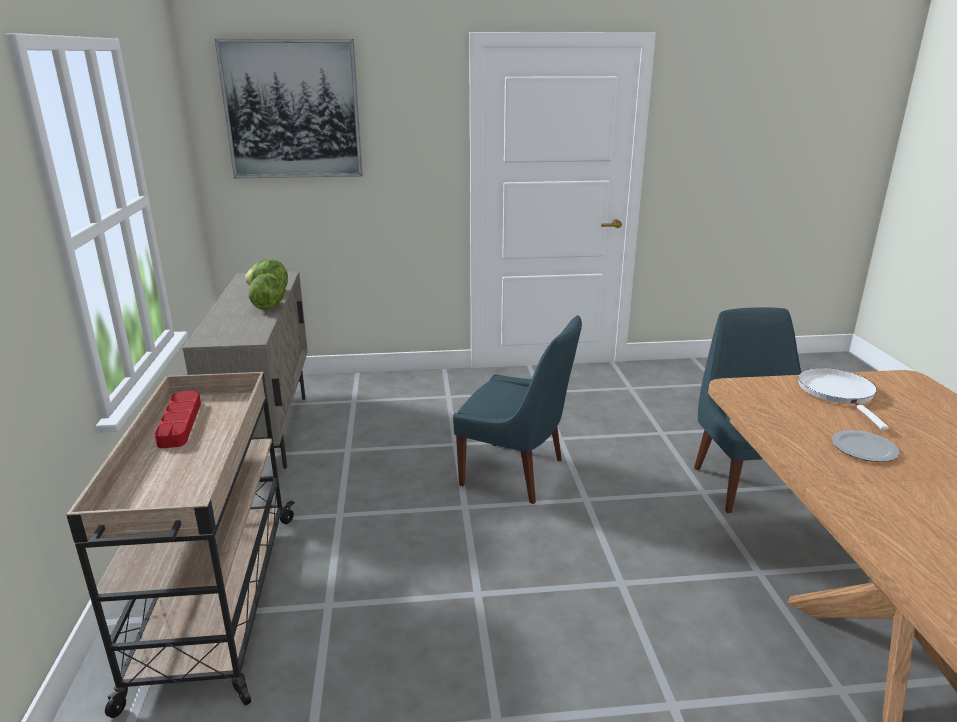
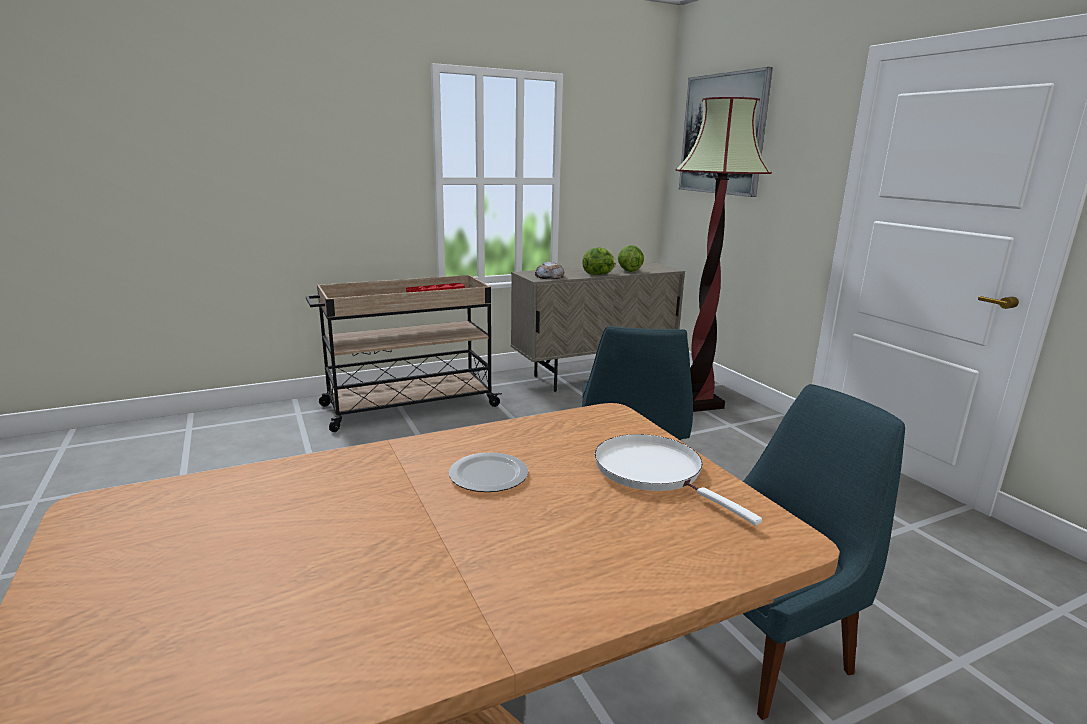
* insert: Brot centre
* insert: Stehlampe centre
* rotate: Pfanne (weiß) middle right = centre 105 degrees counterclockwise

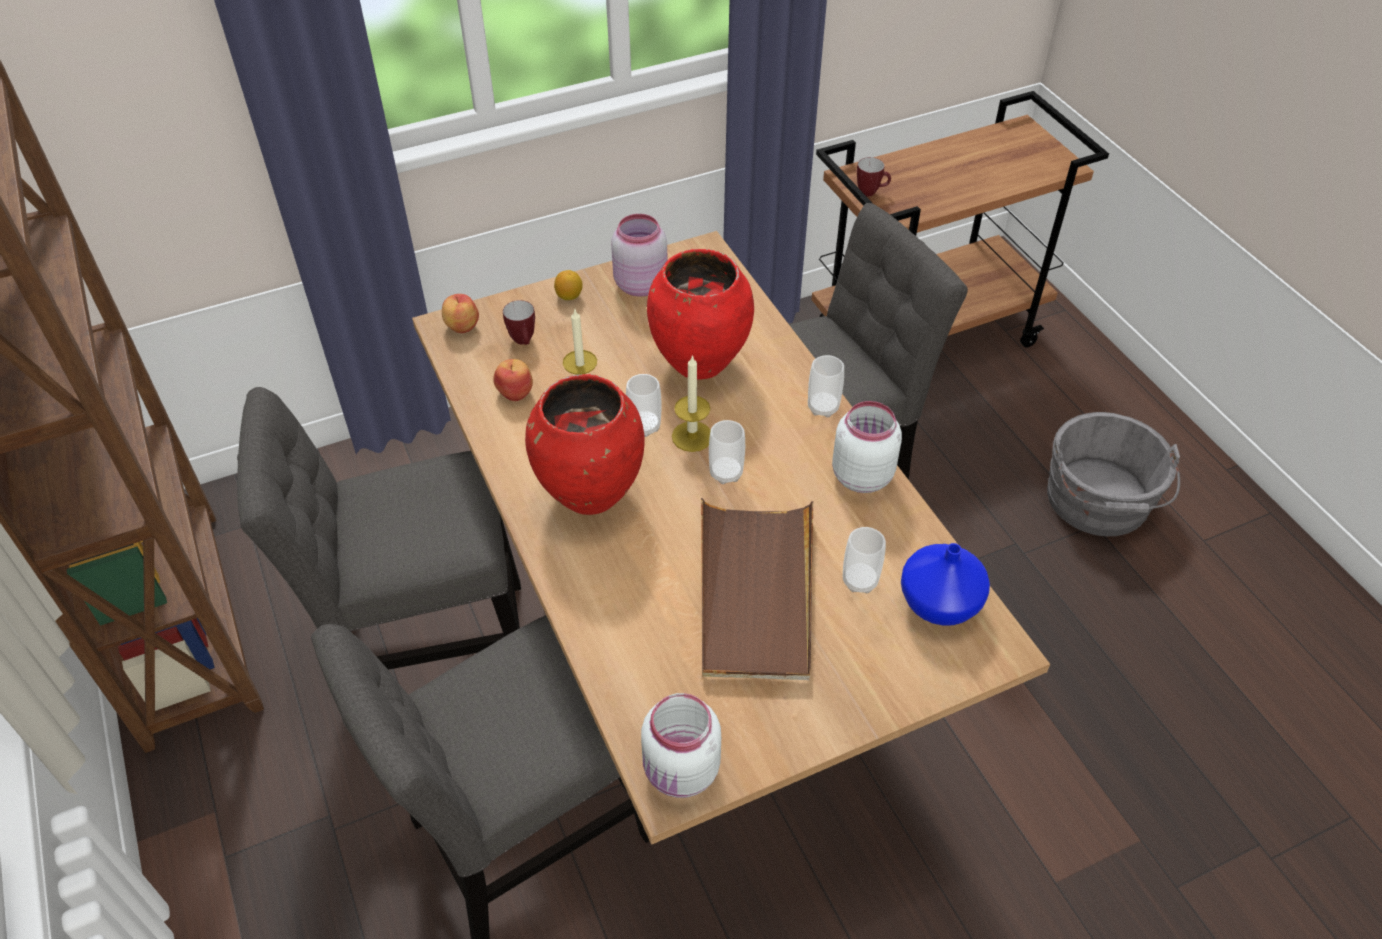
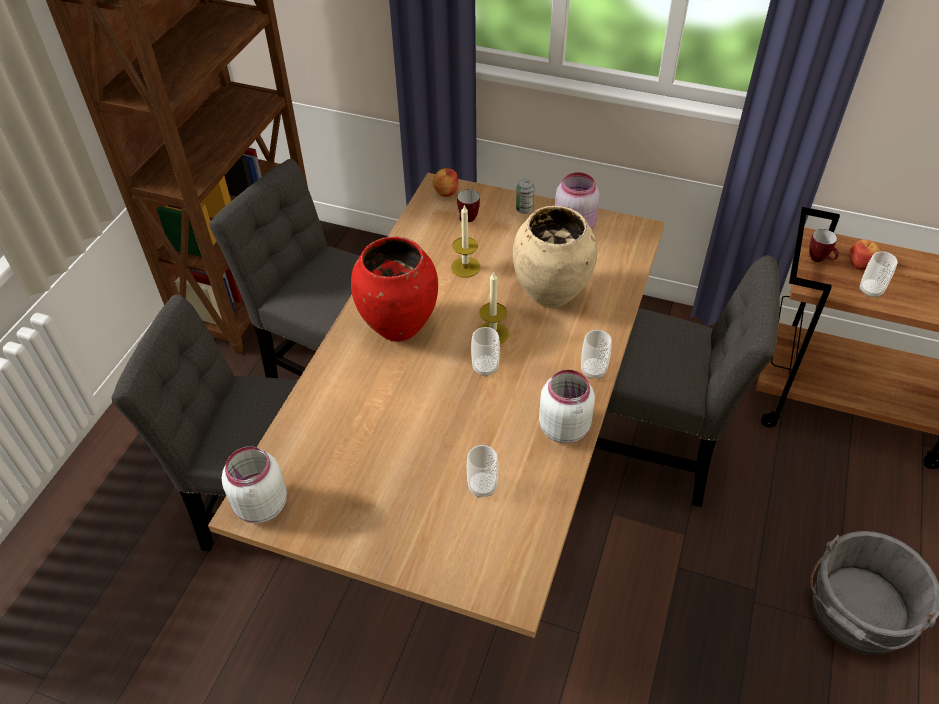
* delete: Tablett (braun) centre
* delete: Vase (blau) middle right
* move: Apfel (2nd from left) centre to middle right
* move: Tasse (1st from left in the first image) centre to Tasse (4th from left) middle right
* replace: Zitrone top centre to Dose top centre
* recolor: Vase (rot) (2nd from left) centre to Vase (beige) centre

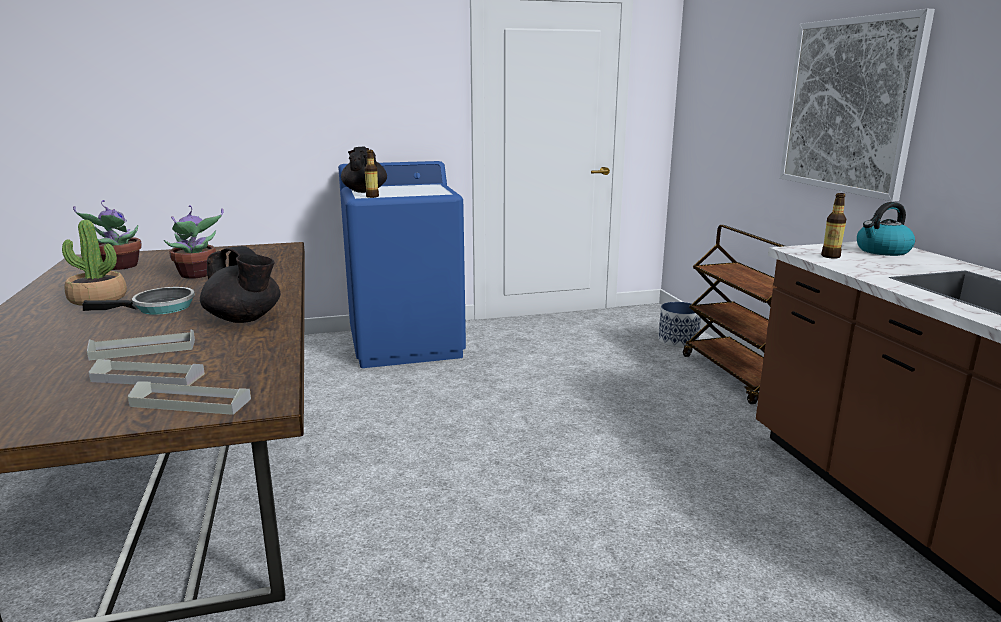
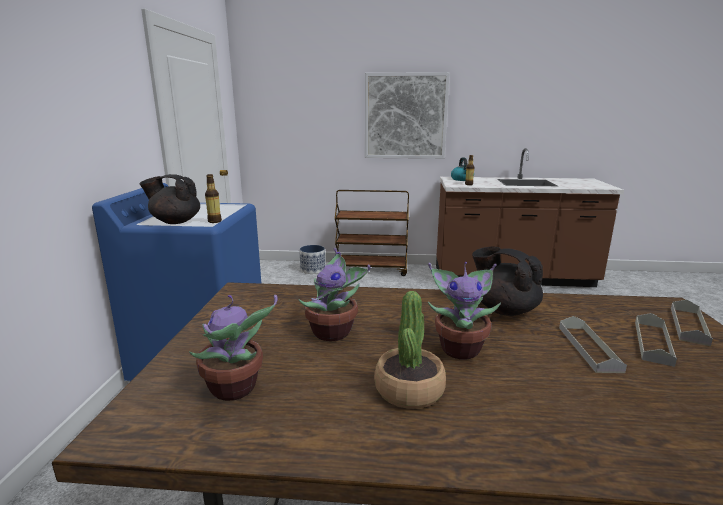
* replace: Pfanne middle left to Topfpflanze (4th from left) centre
* rotate: Teekanne (schwarz) (1st from left in the first image) middle left = middle right 105 degrees counterclockwise

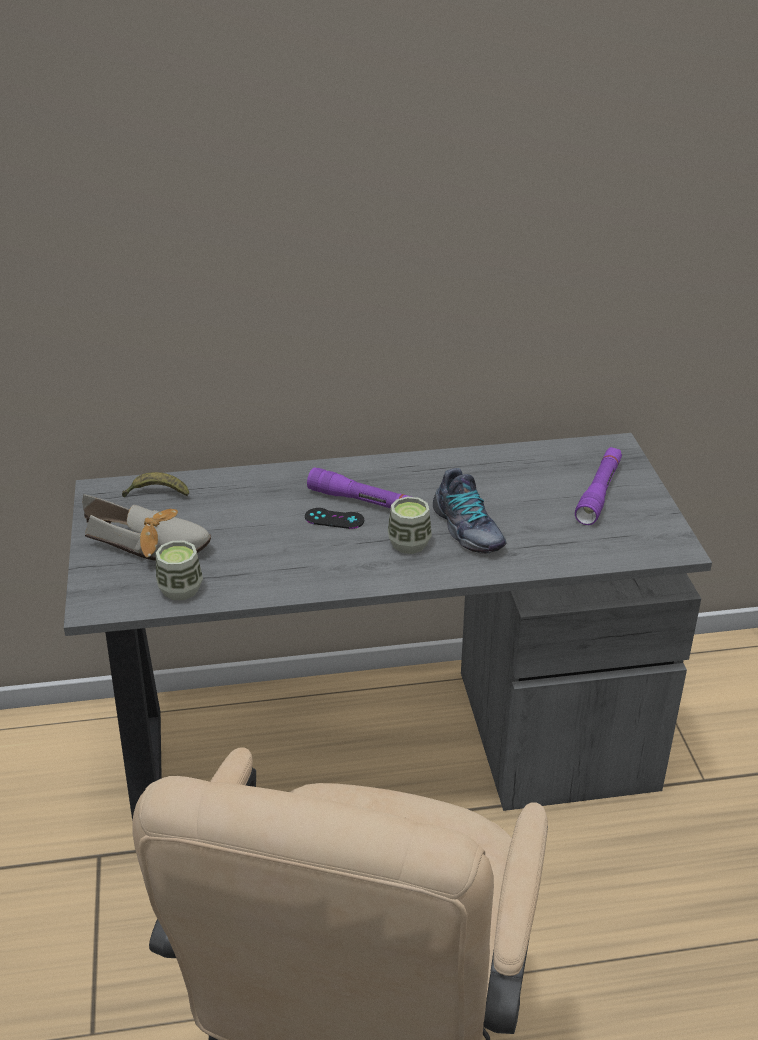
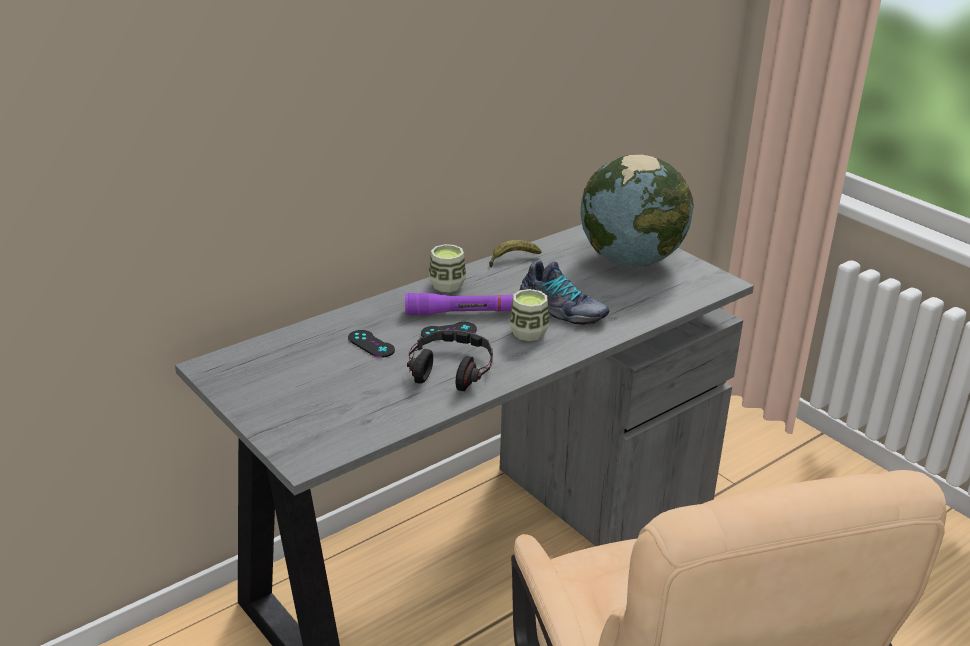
* delete: Schuh (1st from left) middle left
* insert: Gamepad (schwarz) (1st from left) centre
* insert: Kopfhörer centre
* move: Banane middle left to centre
* move: Tasse (1st from left) middle left to centre
* replace: Taschenlampe (lila) (2nd from left) middle right to Globus top centre

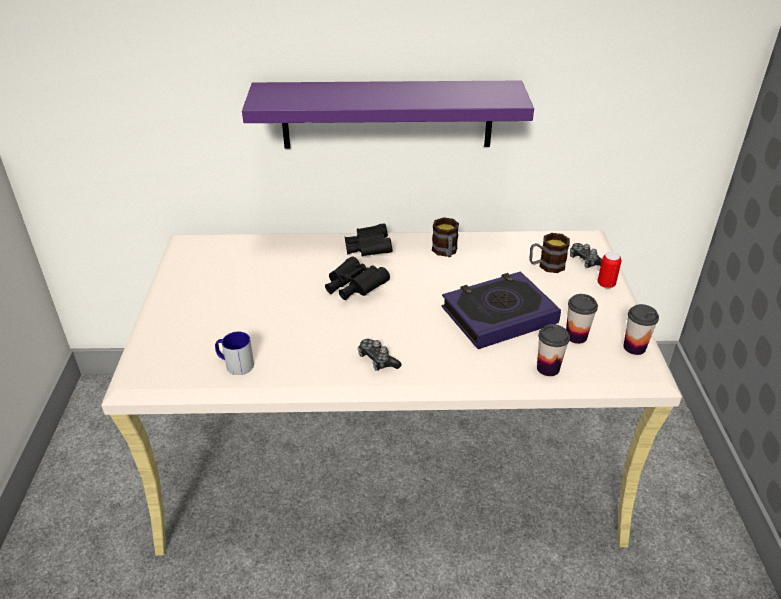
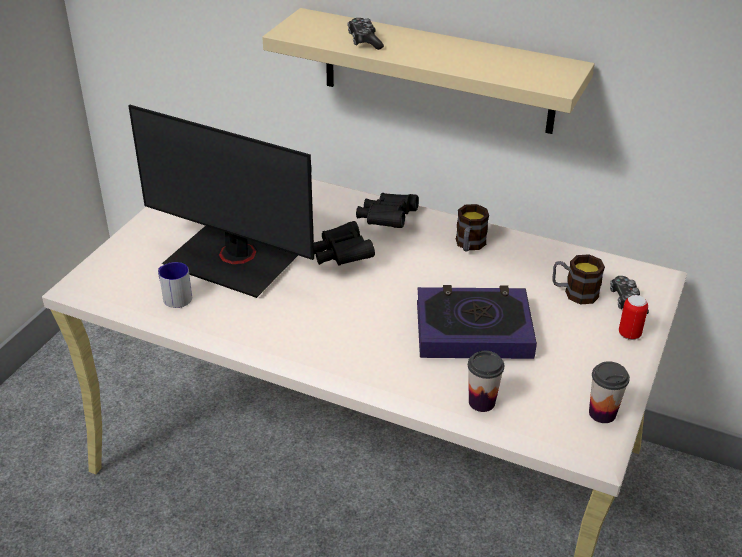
* delete: Tasse (2nd from left) middle right
* insert: Monitor middle left
* move: Gamepad (1st from left) centre to top centre
* recolor: Wandregal (lila) top centre to Wandregal (beige) top centre

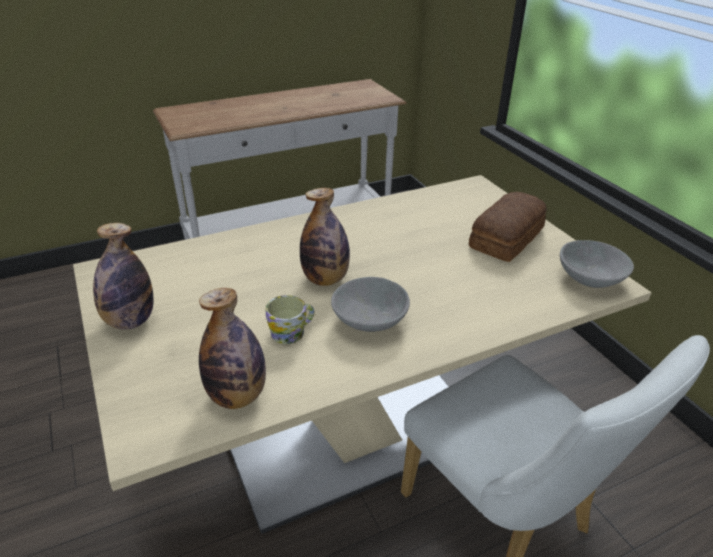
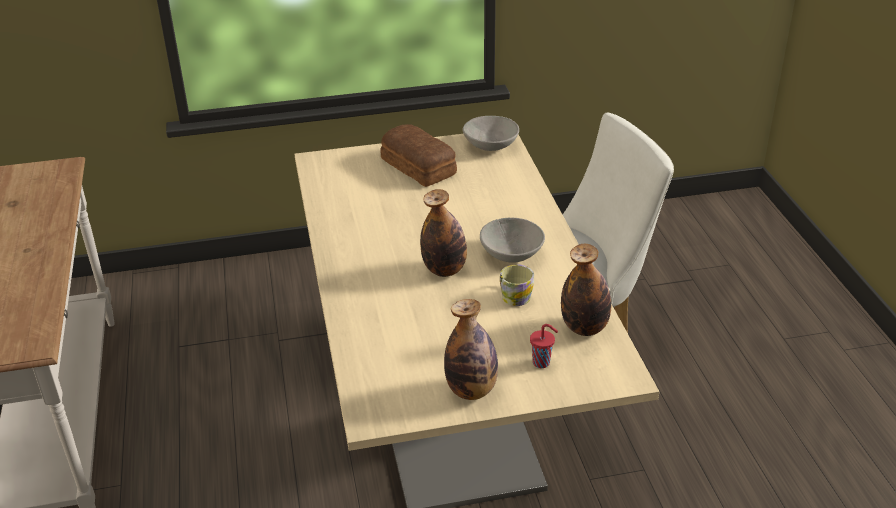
* insert: Tasse (rot) bottom centre

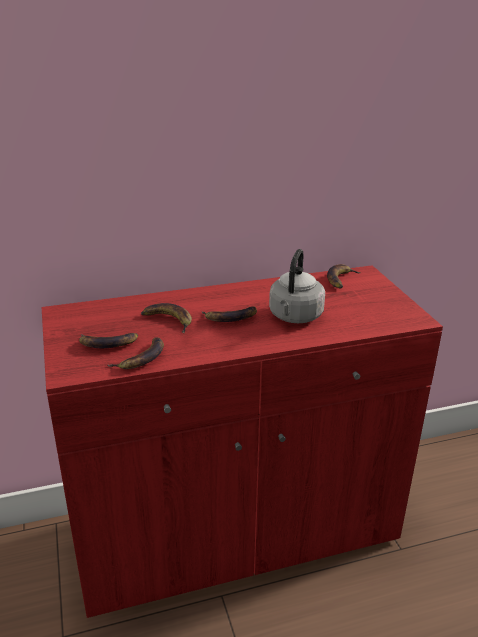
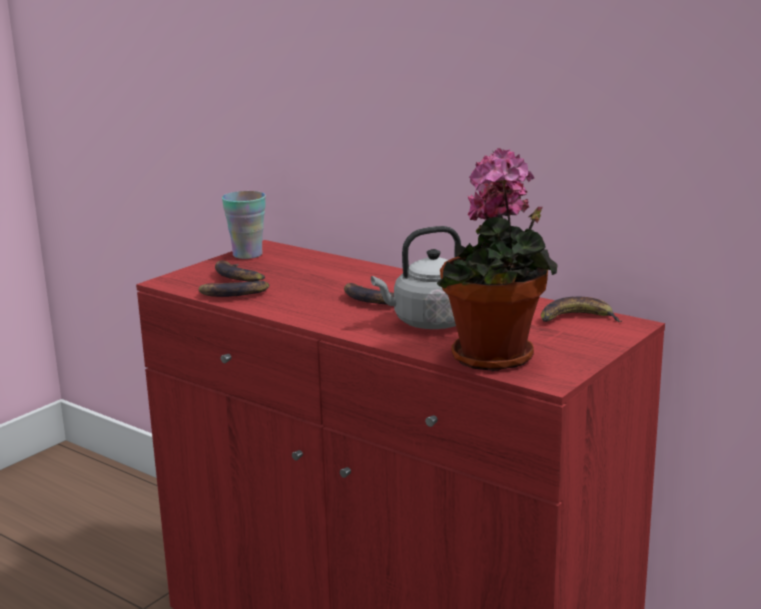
* delete: Banane (3rd from left) centre
* insert: Tasse middle left
* insert: Topfpflanze centre

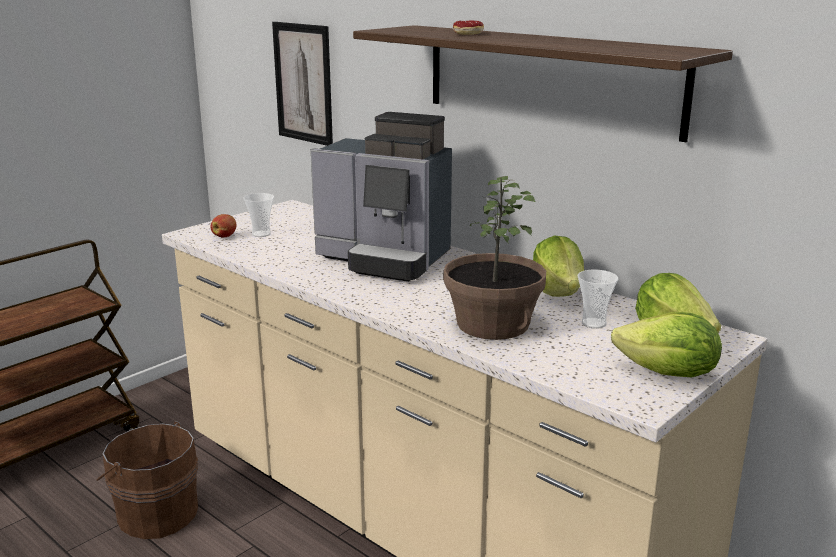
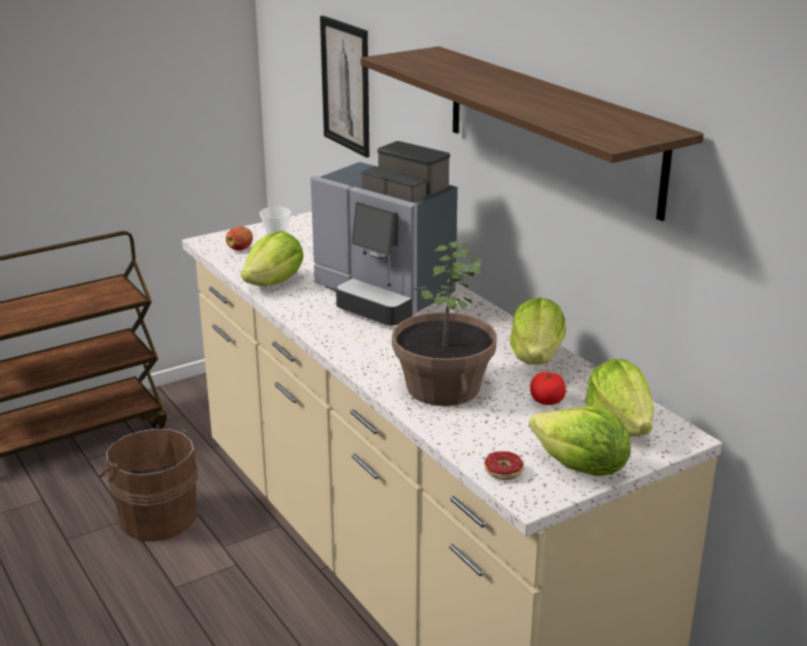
* insert: Salatkopf (1st from left) centre
* move: Donut top centre to bottom centre
* replace: Tasse (2nd from left) middle right to Tomate middle right

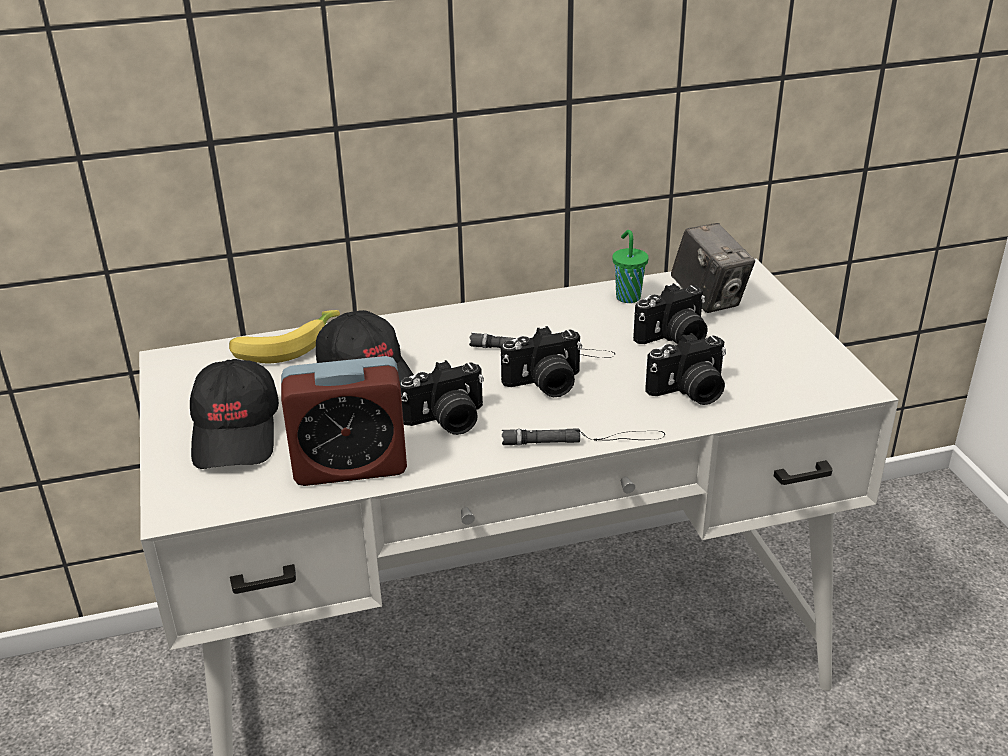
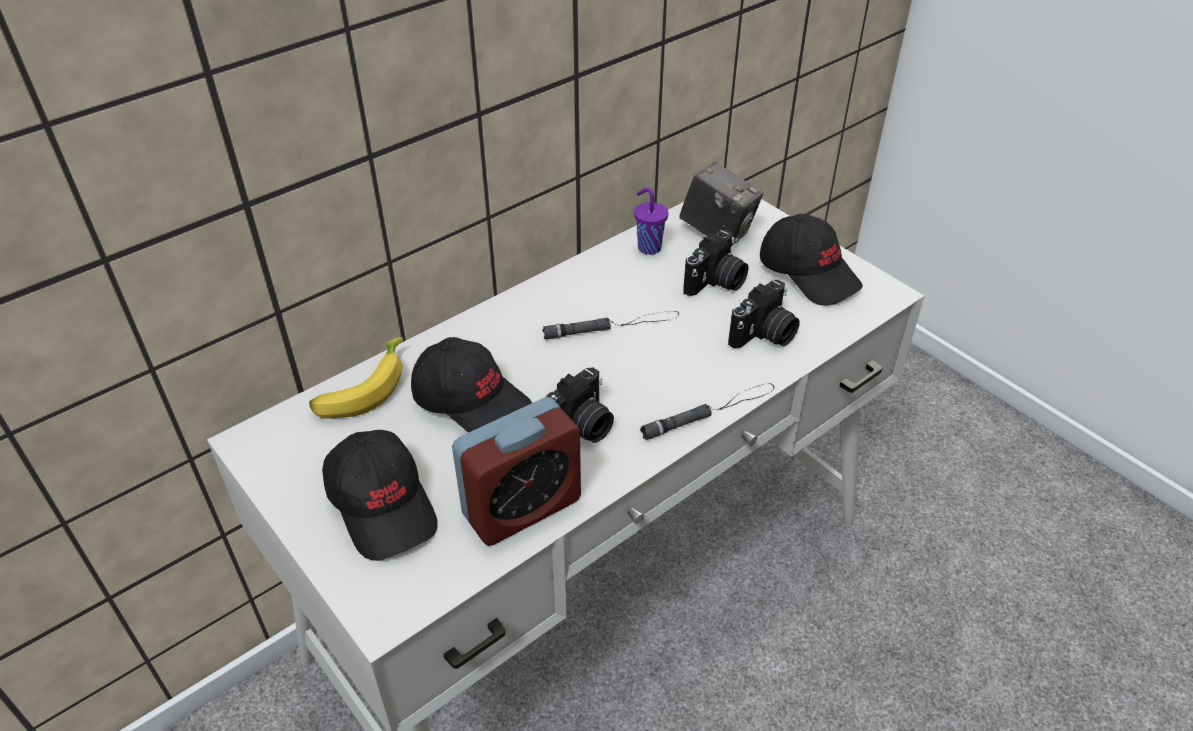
* delete: Kamera (2nd from left) centre
* insert: Kappe (schwarz) (3rd from left) middle right
* recolor: Tasse (grün) centre to Tasse (lila) top centre

